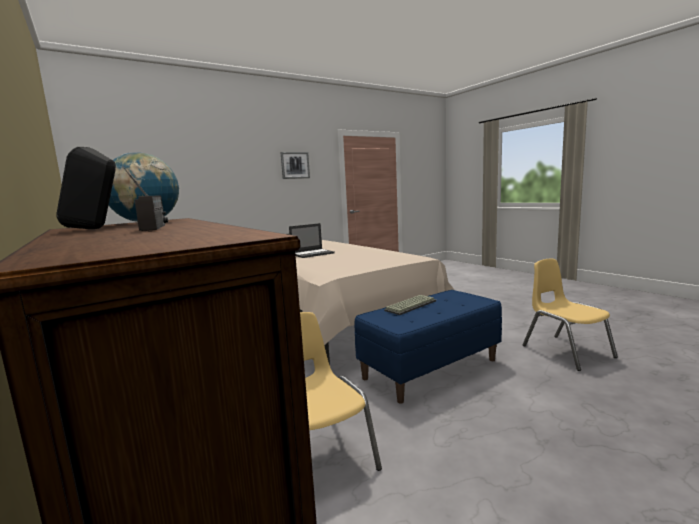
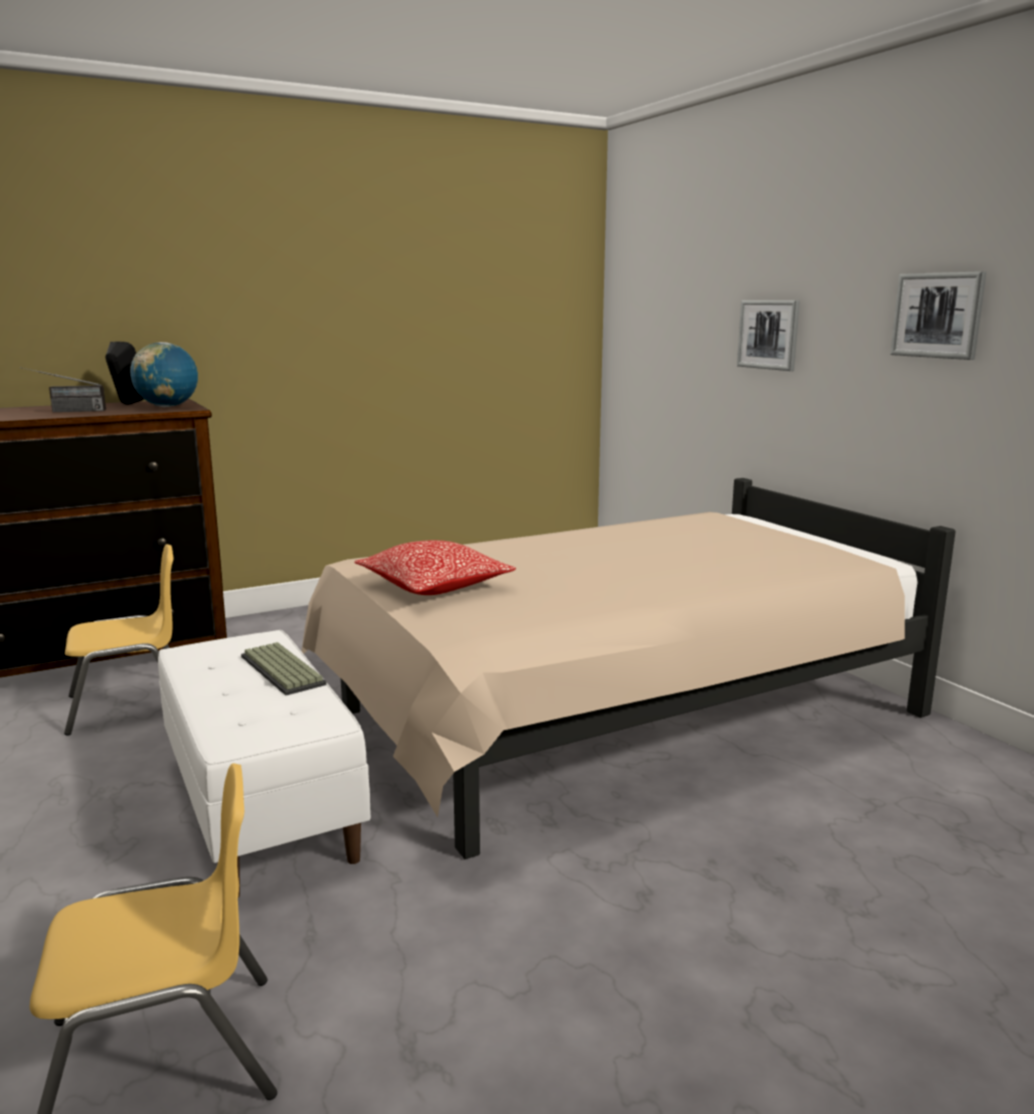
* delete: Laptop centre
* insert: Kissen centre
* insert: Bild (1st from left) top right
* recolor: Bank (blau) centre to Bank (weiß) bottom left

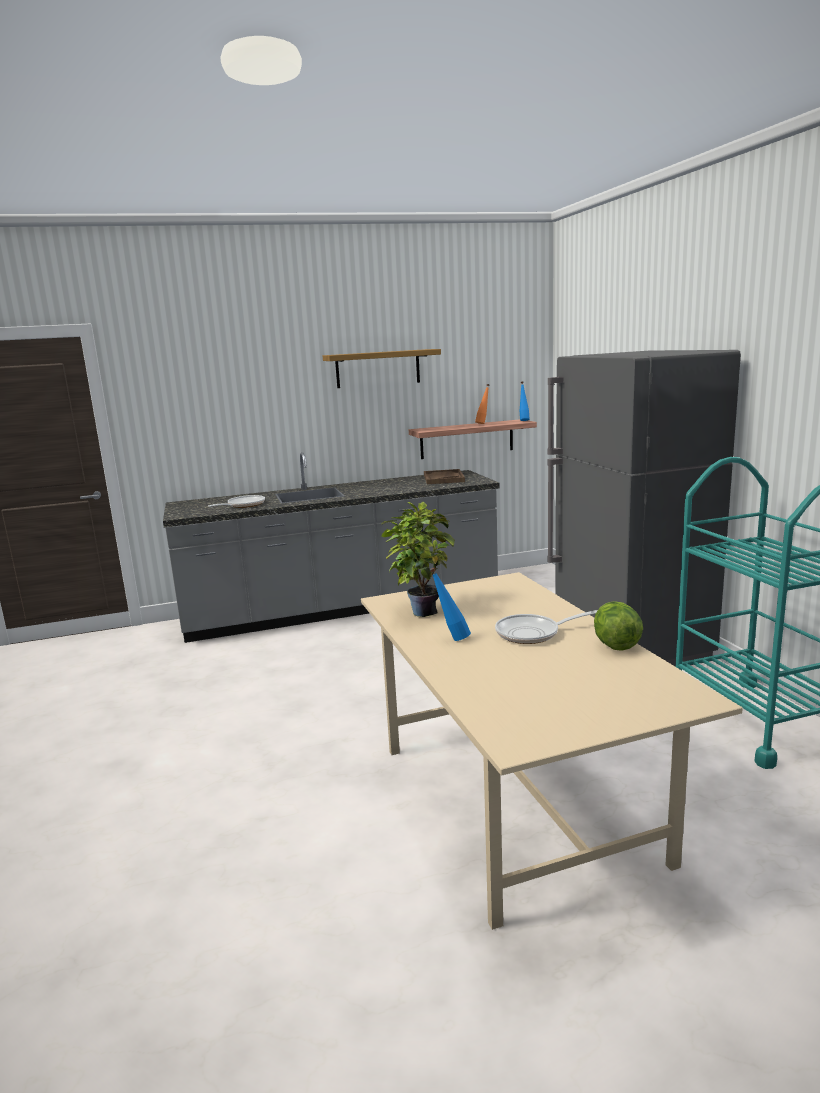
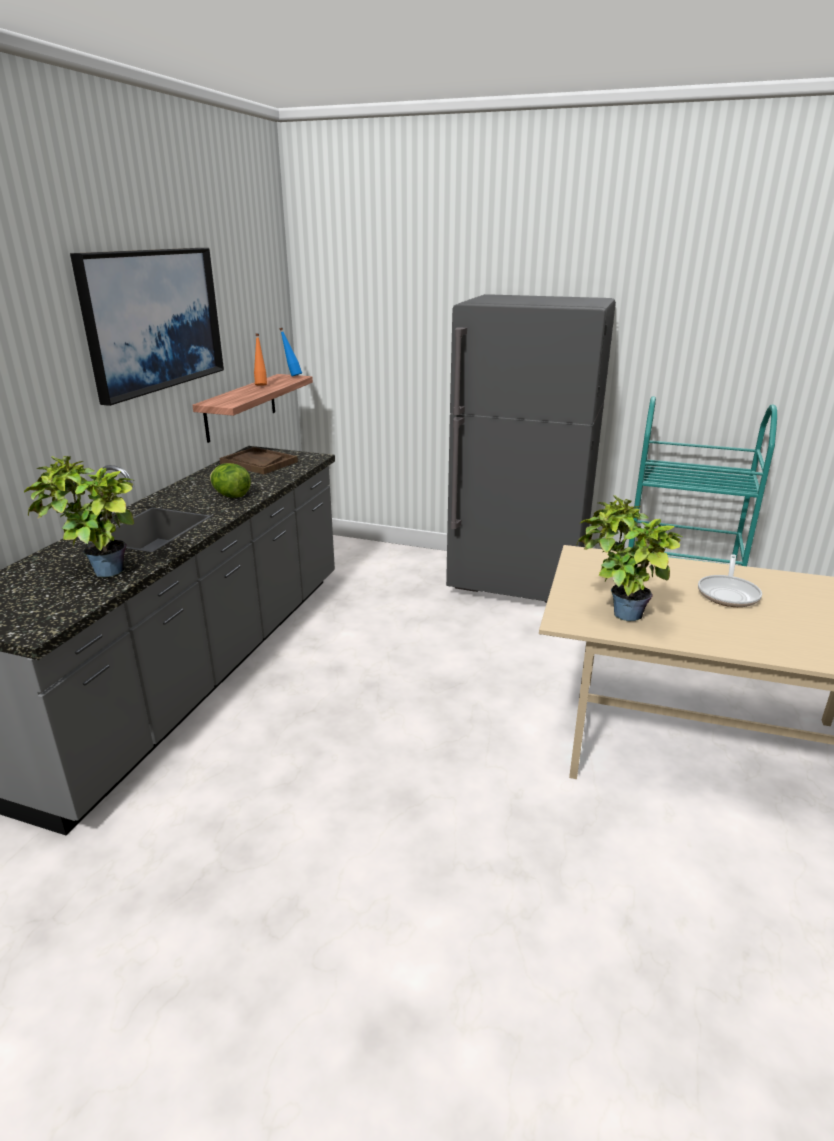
* delete: Flasche (blau) (1st from left) centre
* move: Salatkopf middle right to middle left
* replace: Pfanne (1st from left) middle left to Topfpflanze (1st from left) middle left
* replace: Wandregal (1st from left) centre to Bild top left

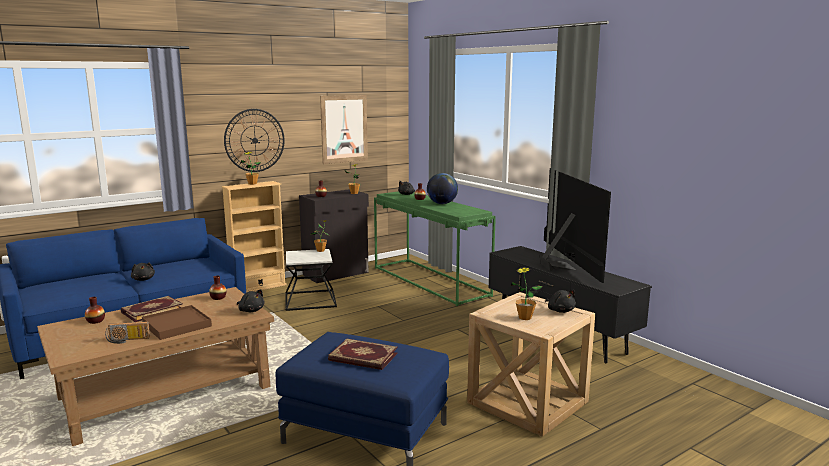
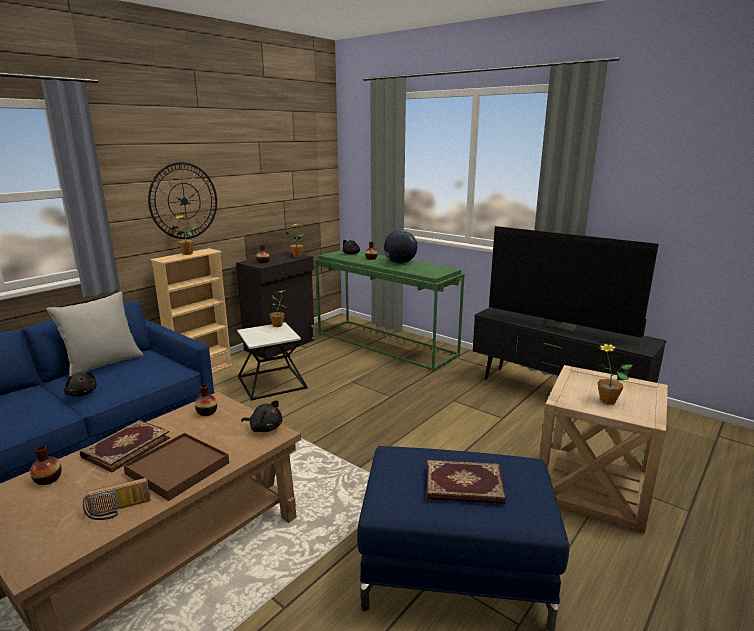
* delete: Bild top centre
* delete: Plüschtier (schwarz) (4th from left) middle right
* insert: Kissen (grau) middle left
* rotate: Fernseher middle right = middle right 150 degrees clockwise

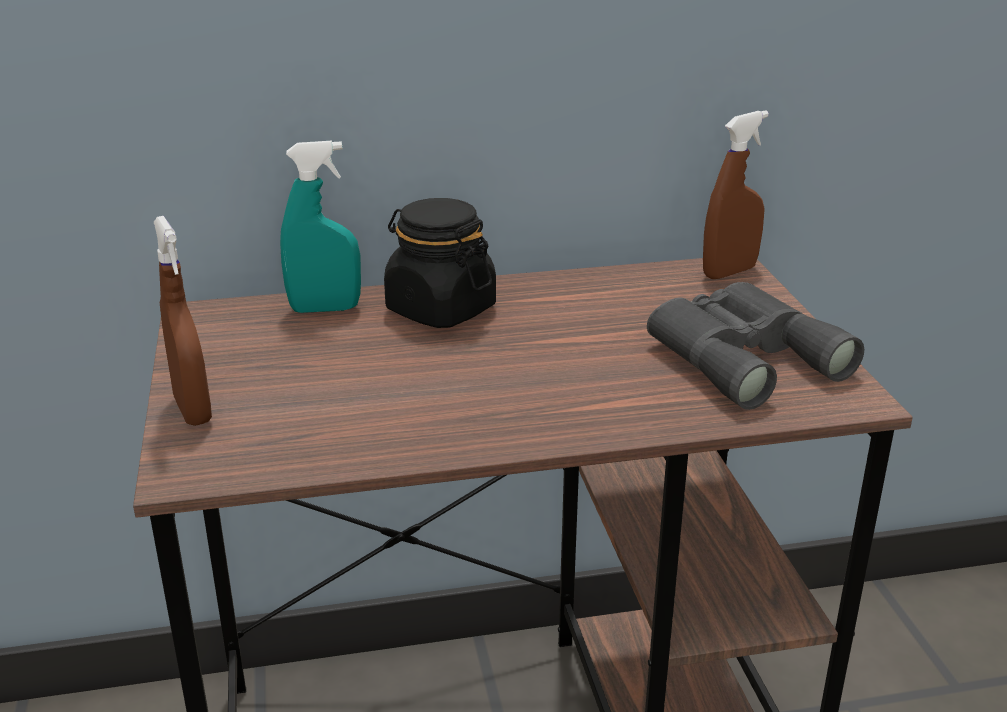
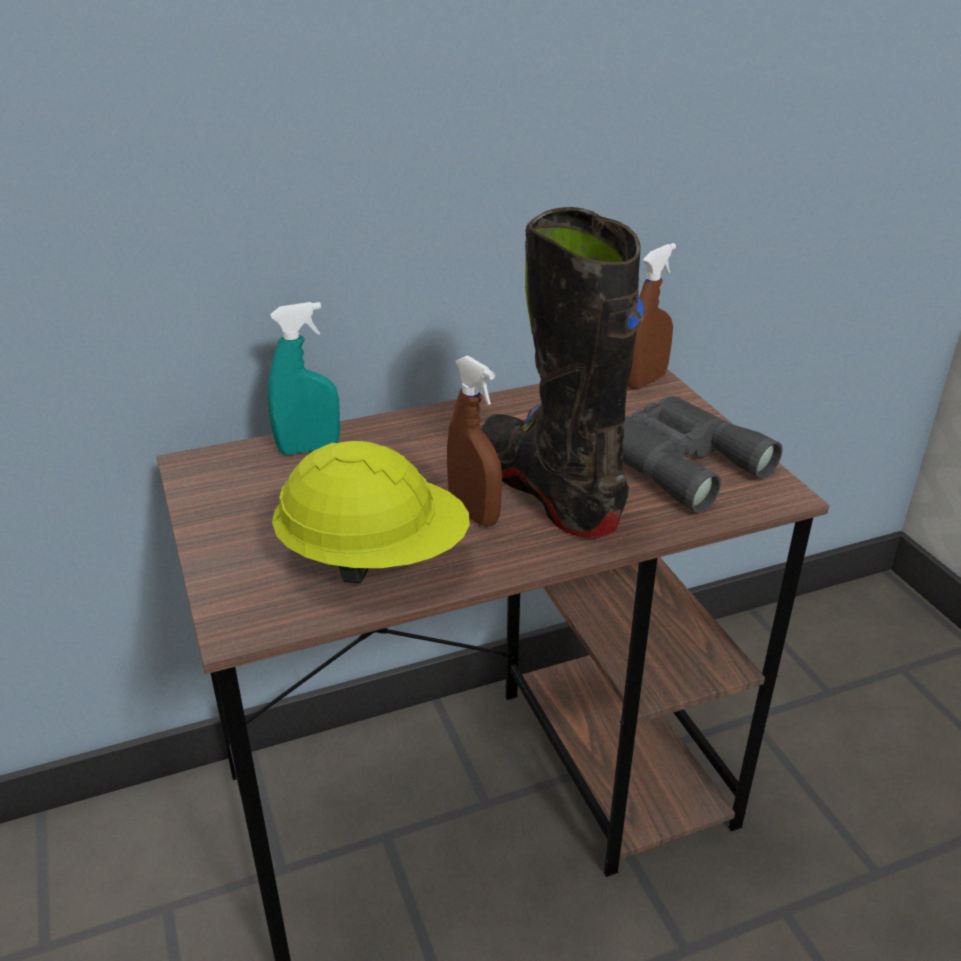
* delete: Vorratsglas (schwarz) centre
* insert: Schutzhelm (gelb) centre
* insert: Stiefel (schwarz) centre
* move: Sprühflasche (braun) (1st from left) middle left to centre

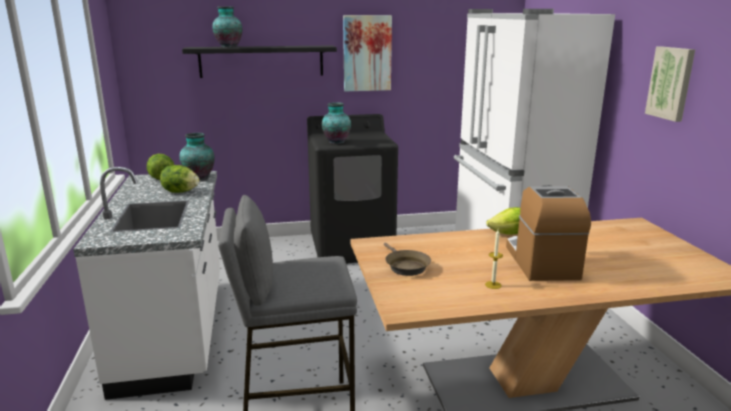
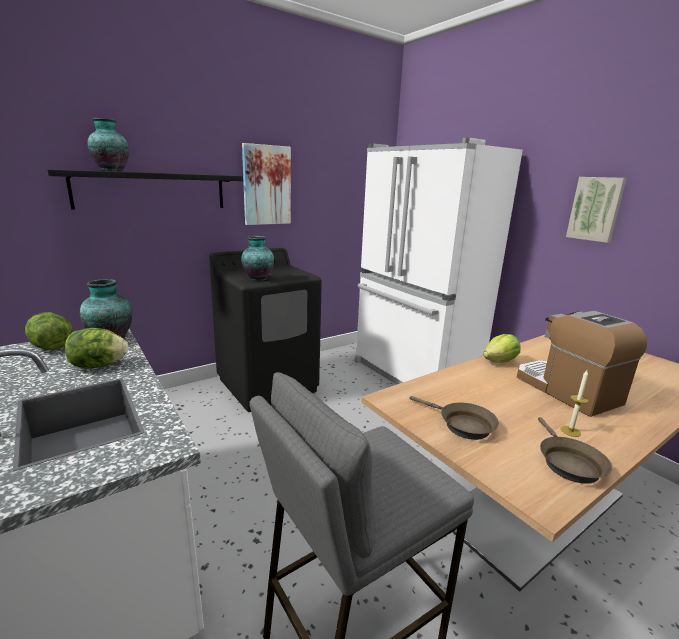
* insert: Pfanne (braun) (2nd from left) bottom right

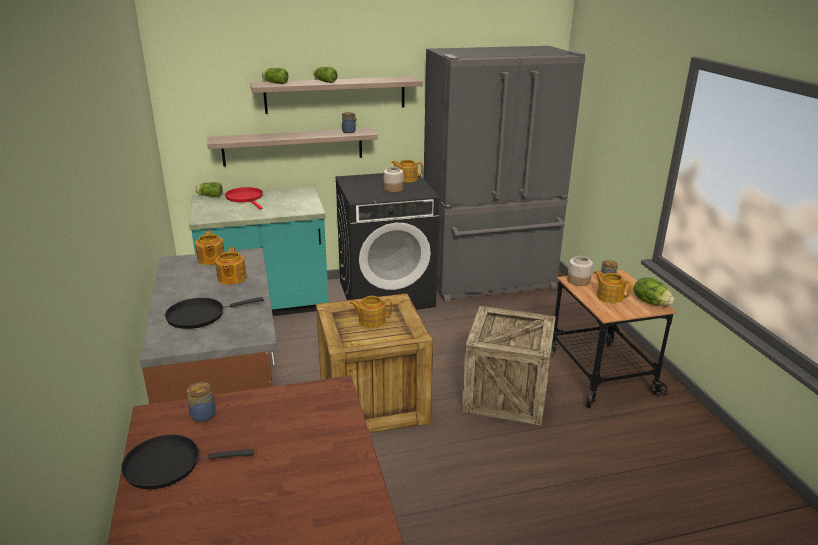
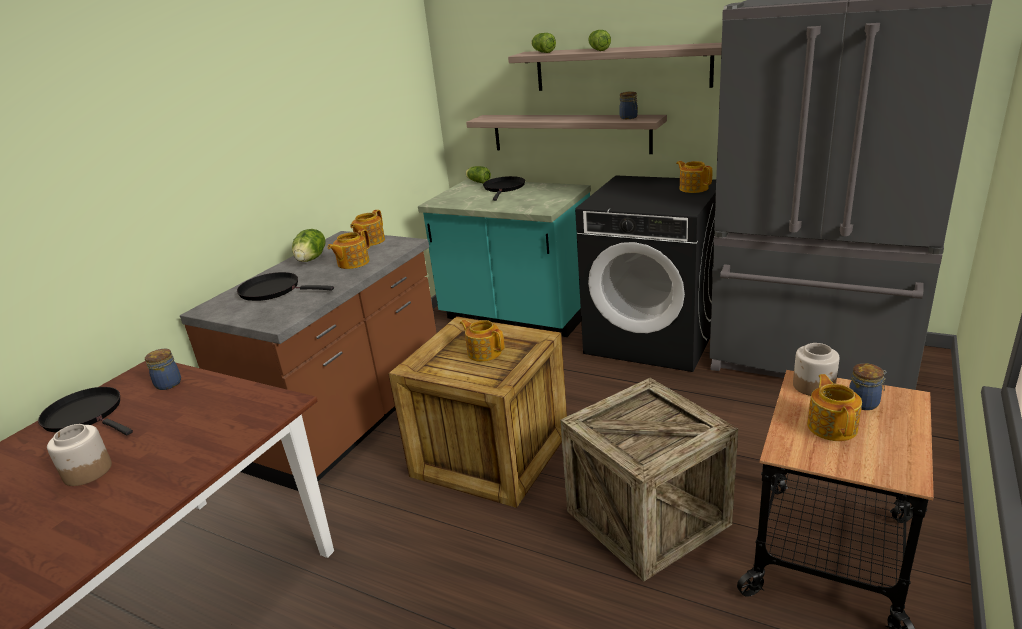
* move: Vorratsglas (3rd from left in the first image) top centre to Vorratsglas (1st from left) bottom left
* move: Salatkopf (4th from left in the first image) middle right to Salatkopf (1st from left) middle left
* recolor: Pfanne (rot) middle left to Pfanne (schwarz) (3rd from left) top centre

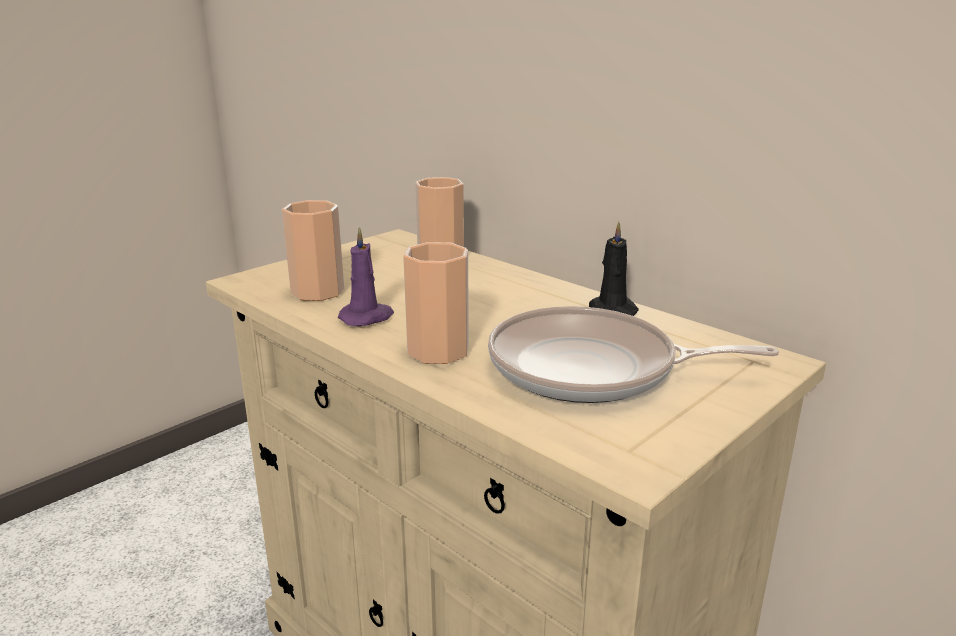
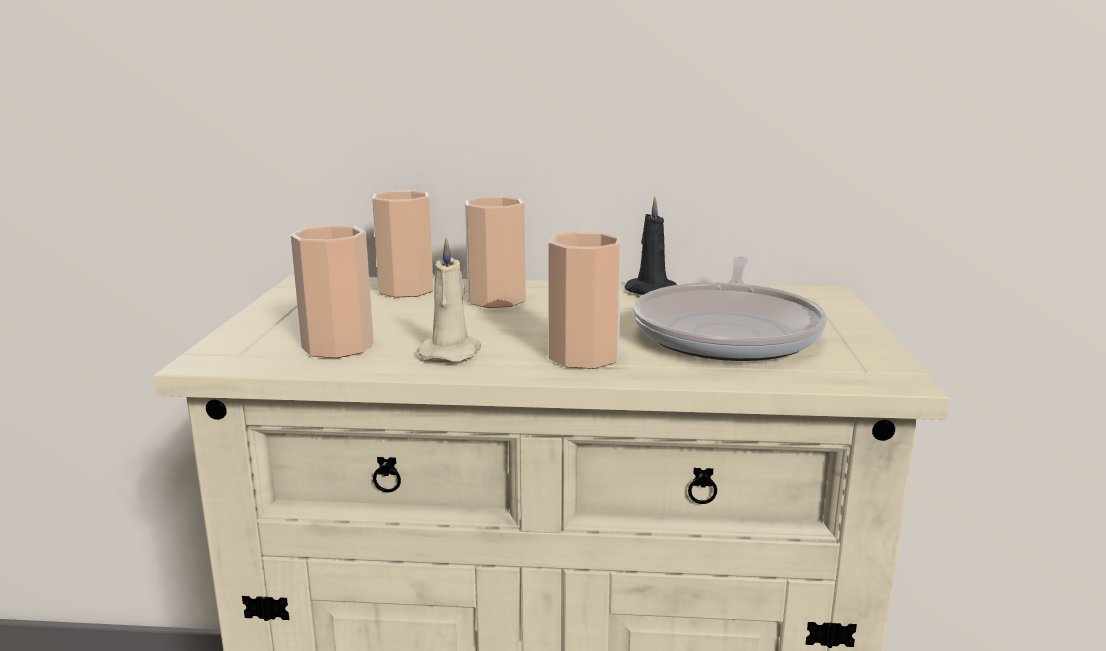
* insert: Tasse (3rd from left) centre
* recolor: Kerze (lila) centre to Kerze (beige) centre
* rotate: Pfanne centre = centre 45 degrees counterclockwise

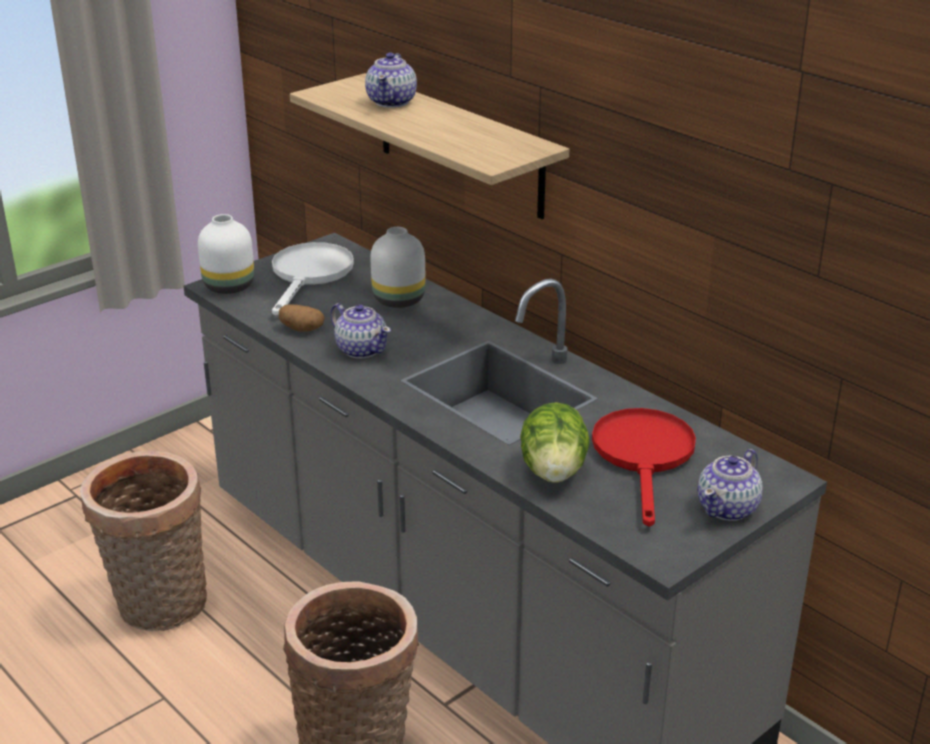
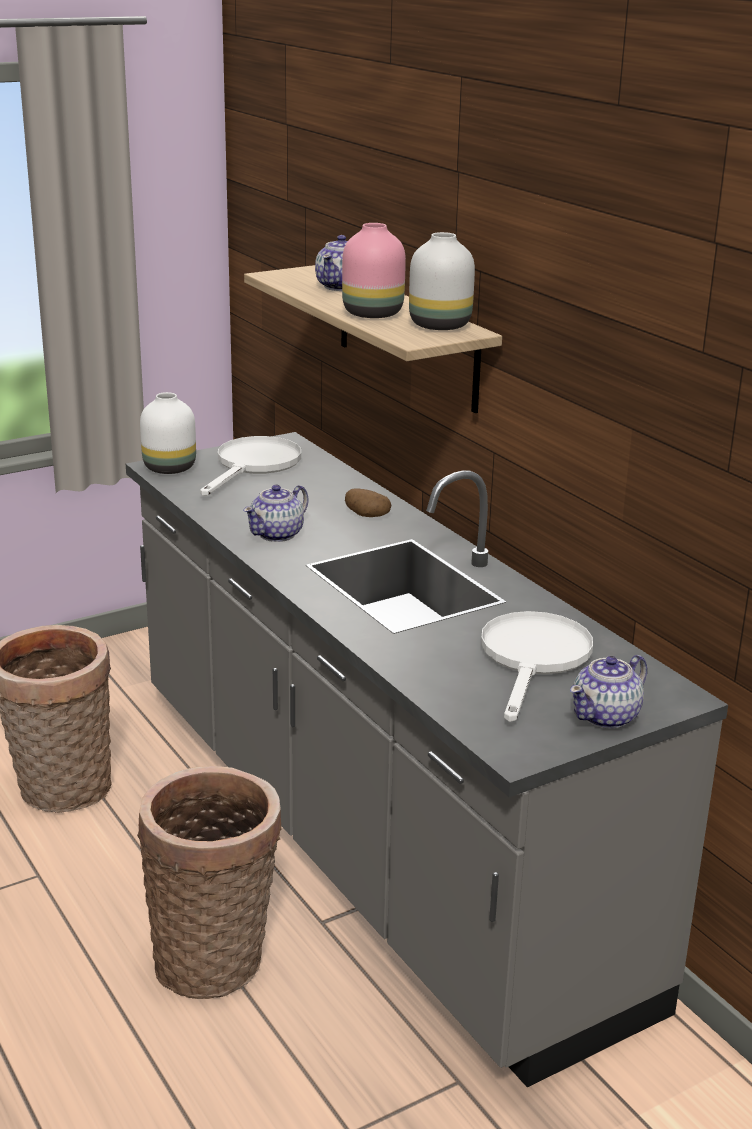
* delete: Salatkopf centre
* insert: Vase (rosa) top centre
* move: Kartoffel middle left to centre
* move: Vase (weiß) (2nd from left) centre to top centre
* recolor: Pfanne (rot) middle right to Pfanne (weiß) (2nd from left) middle right
* rotate: Teekanne (1st from left) centre = centre 75 degrees clockwise

